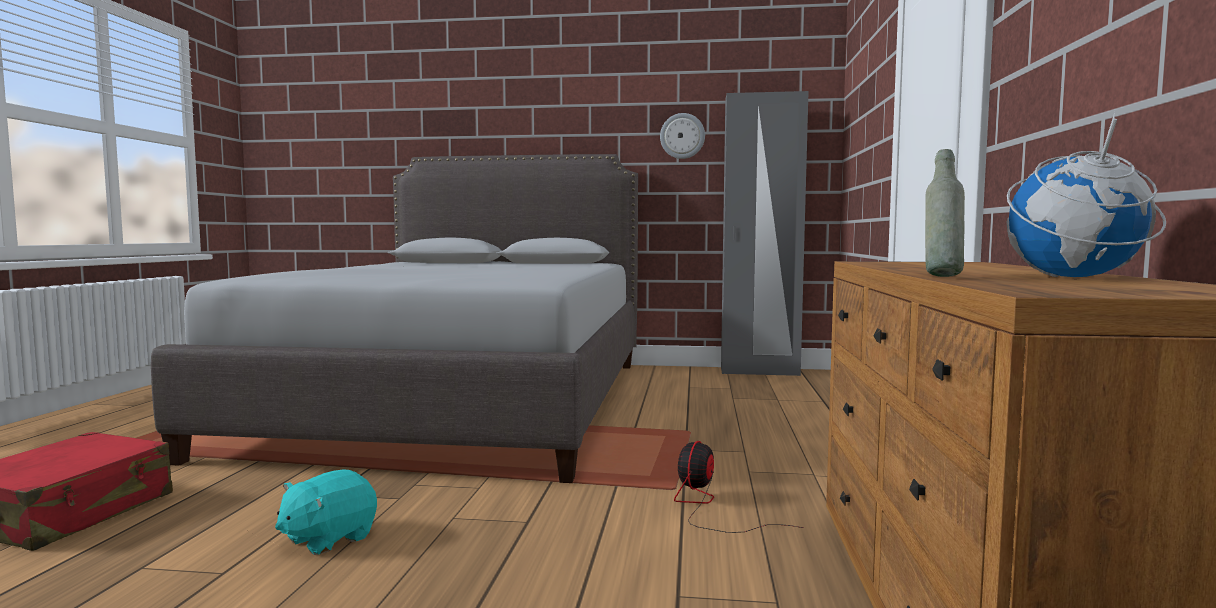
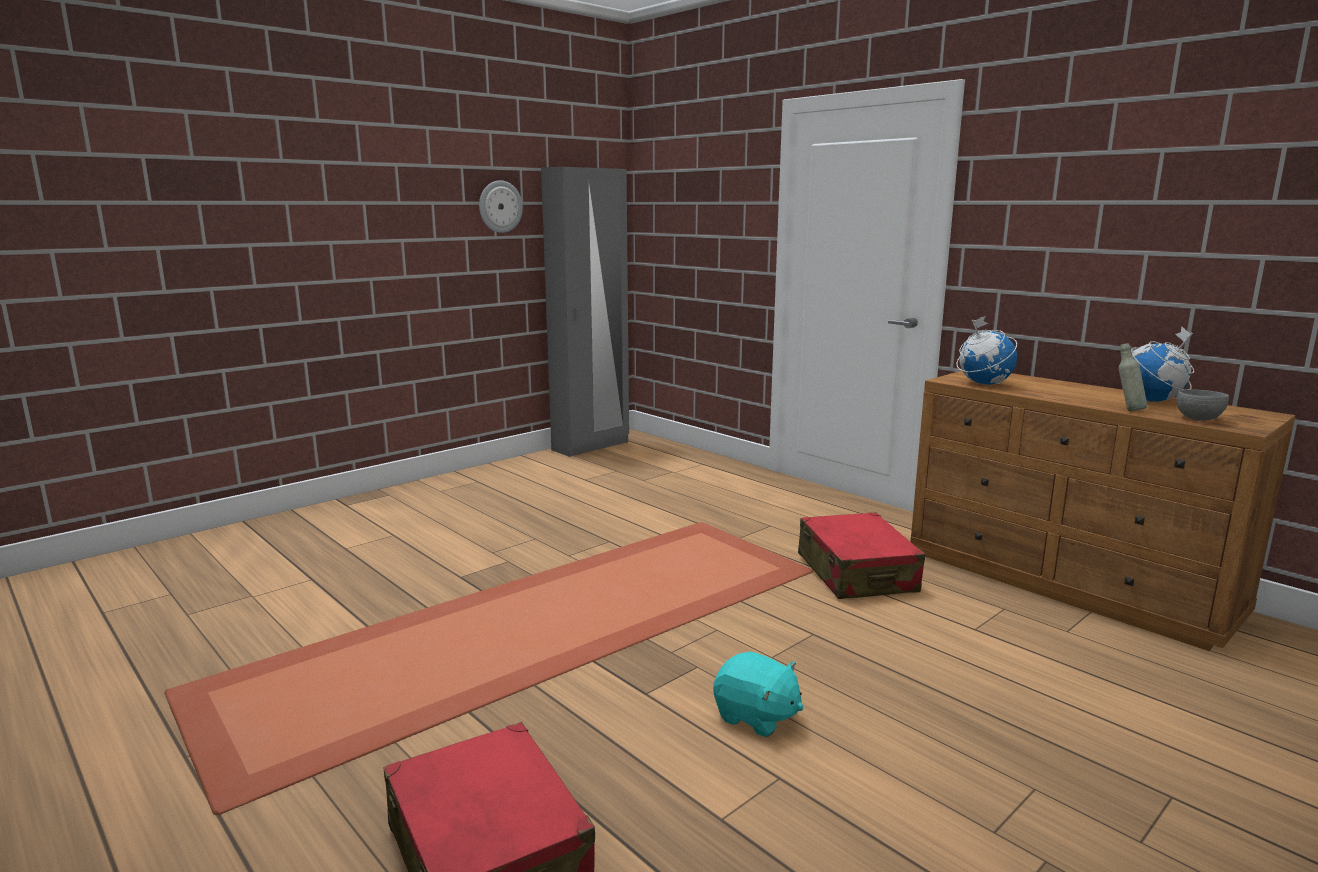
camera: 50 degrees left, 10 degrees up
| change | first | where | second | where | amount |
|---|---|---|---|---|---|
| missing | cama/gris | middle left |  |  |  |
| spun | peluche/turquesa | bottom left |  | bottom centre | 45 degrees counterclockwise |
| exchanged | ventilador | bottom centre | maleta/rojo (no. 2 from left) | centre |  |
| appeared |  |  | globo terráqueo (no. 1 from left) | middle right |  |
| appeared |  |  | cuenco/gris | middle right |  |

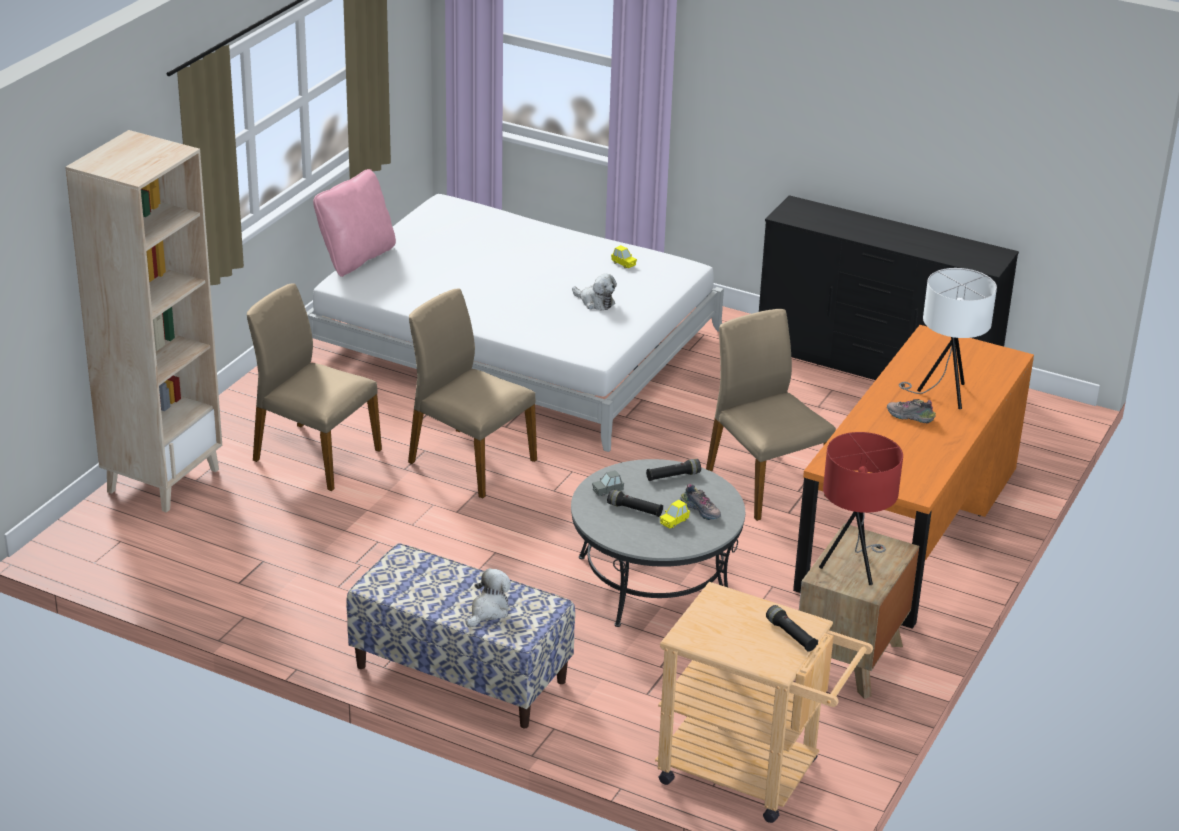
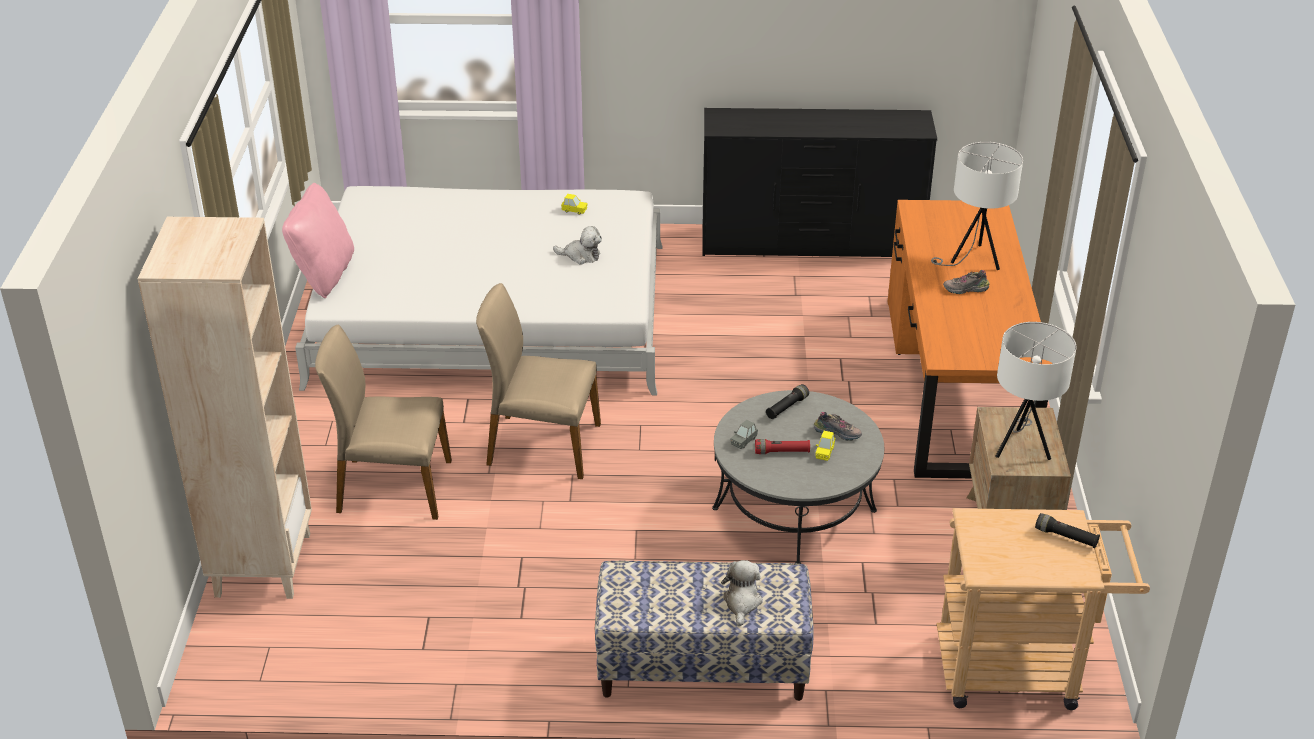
camera: 25 degrees left, 5 degrees up
| change | first | where | second | where | amount |
|---|---|---|---|---|---|
| colour | linterna/negro (no. 1 from left) | centre | linterna/rojo | centre |  |
| missing | silla/beis (no. 3 from left) | centre |  |  |  |
| colour | lámpara de mesa/rojo | middle right | lámpara de mesa/blanco (no. 2 from left) | middle right |  |

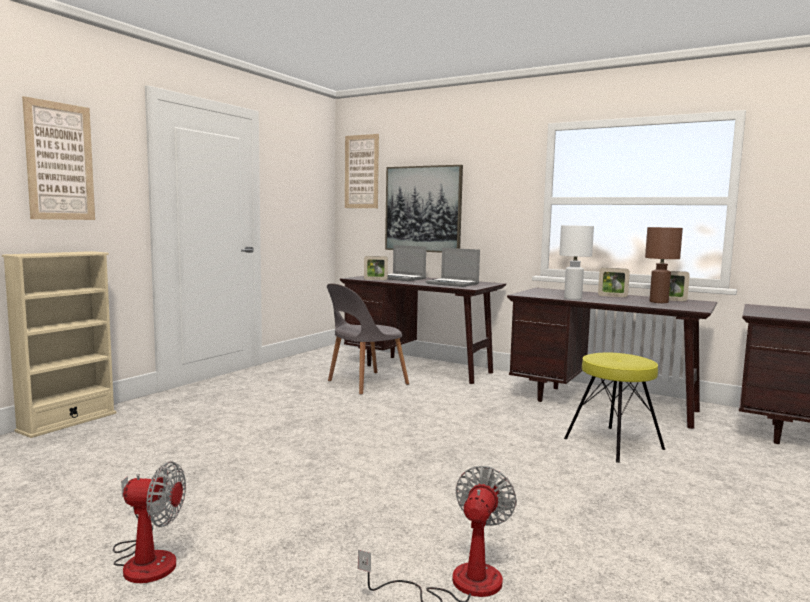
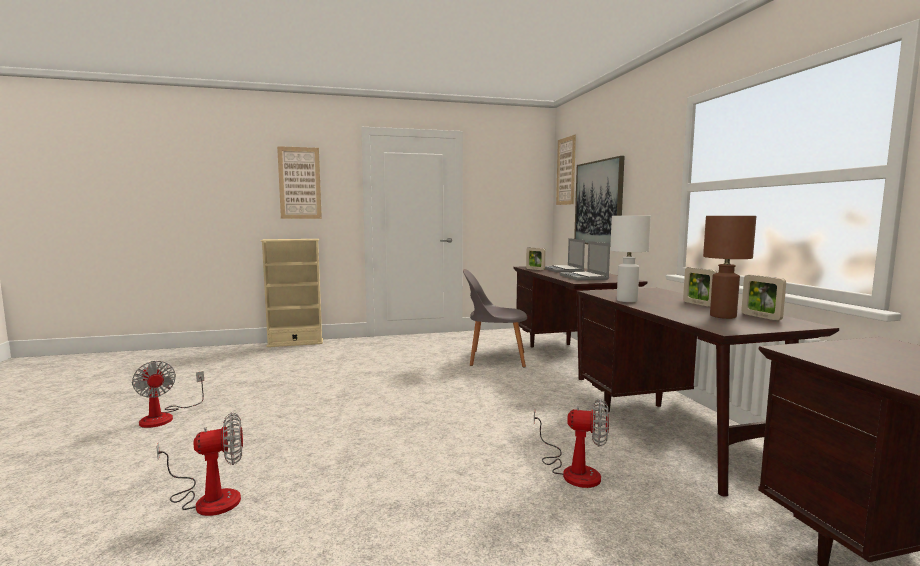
camera: 45 degrees right, 0 degrees up
| change | first | where | second | where | amount |
|---|---|---|---|---|---|
| exchanged | taburete/amarillo | bottom right | ventilador (no. 3 from left) | bottom centre |  |

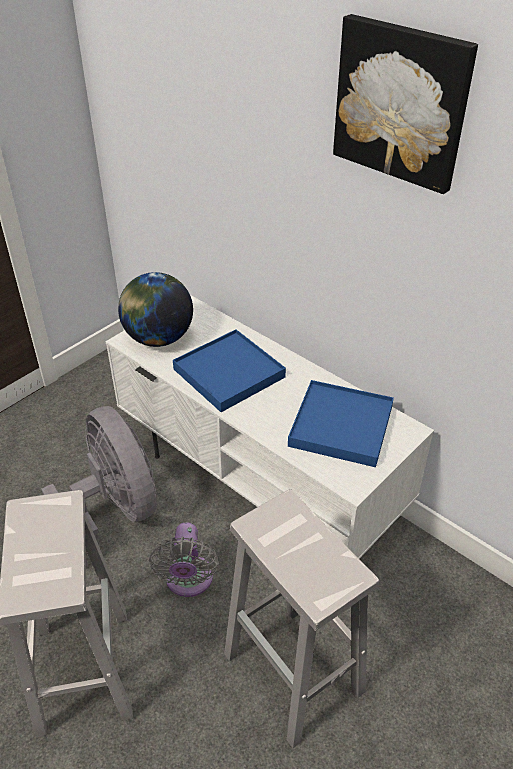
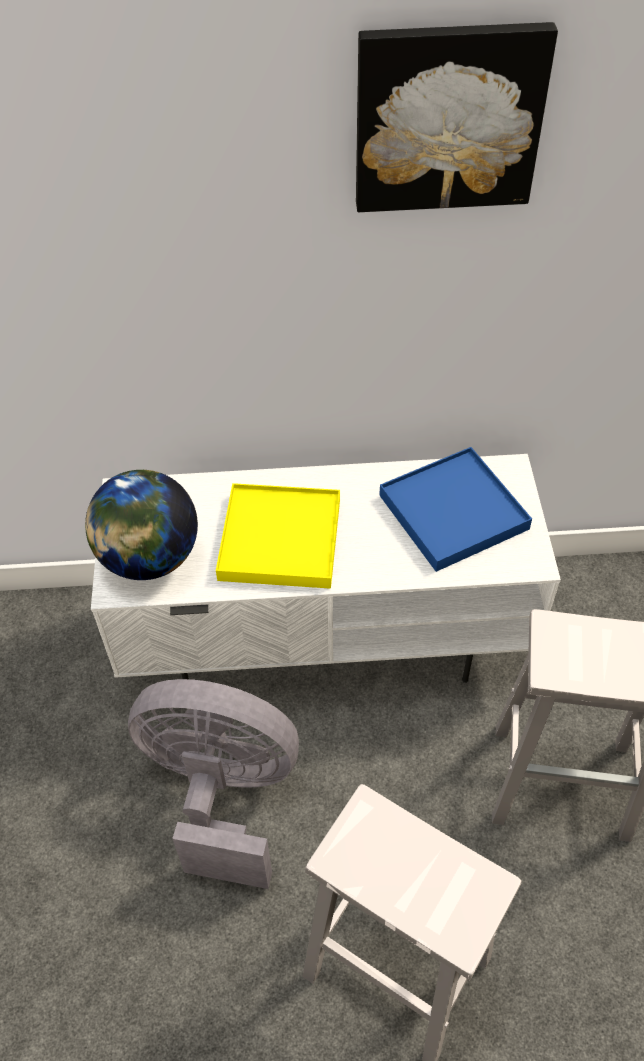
camera: 45 degrees left, 10 degrees up
| change | first | where | second | where | amount |
|---|---|---|---|---|---|
| missing | ventilador/gris (no. 2 from left) | bottom centre |  |  |  |
| colour | bandeja/azul (no. 1 from left) | centre | bandeja/amarillo | centre |  |

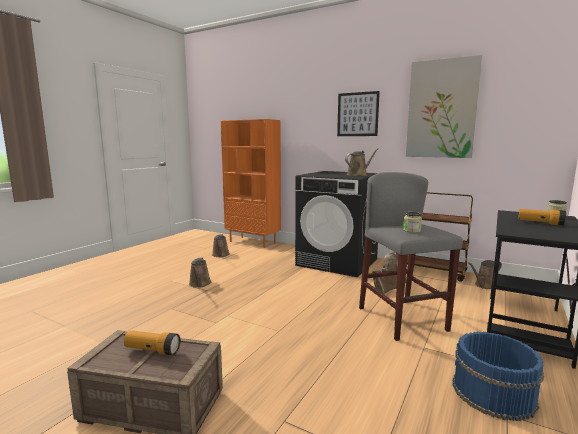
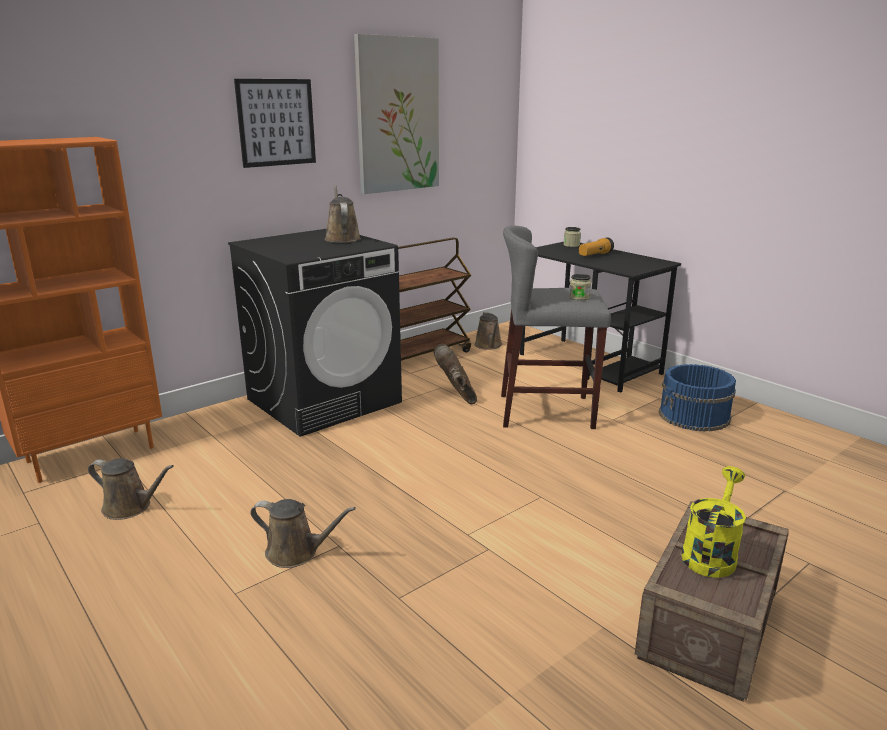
camera: 70 degrees left, 10 degrees up
| change | first | where | second | where | amount |
|---|---|---|---|---|---|
| exchanged | linterna (no. 1 from left) | bottom left | regadera/amarillo | bottom right |  |

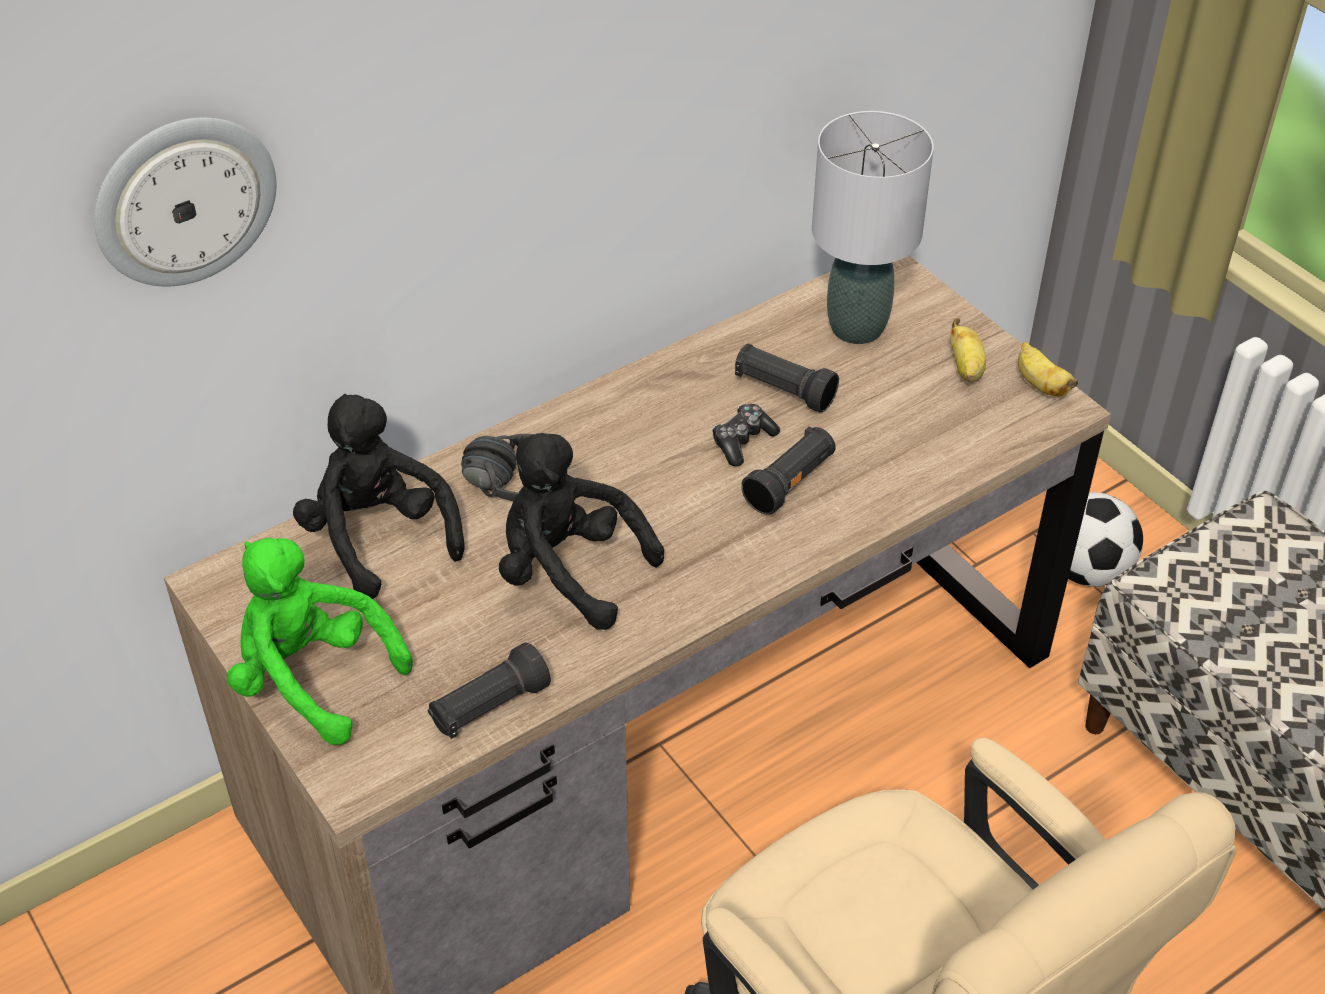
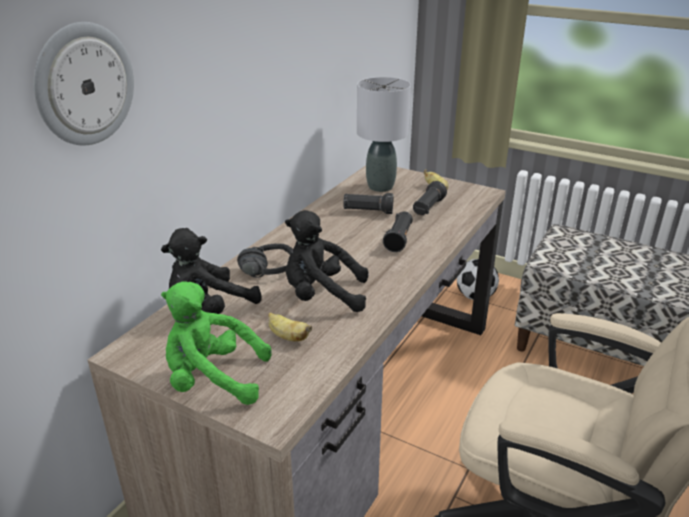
camera: 25 degrees left, 15 degrees down
| change | first | where | second | where | amount |
|---|---|---|---|---|---|
| spun | peluche/negro (no. 1 from left) | middle left |  | middle left | 75 degrees counterclockwise |
| relocated | linterna/negro (no. 1 from left in the first image) | bottom centre | linterna/negro (no. 3 from left) | centre |  |
| missing | mando de consola | centre |  |  |  |
| relocated | plátano (no. 2 from left in the first image) | middle right | plátano (no. 1 from left) | centre |  |

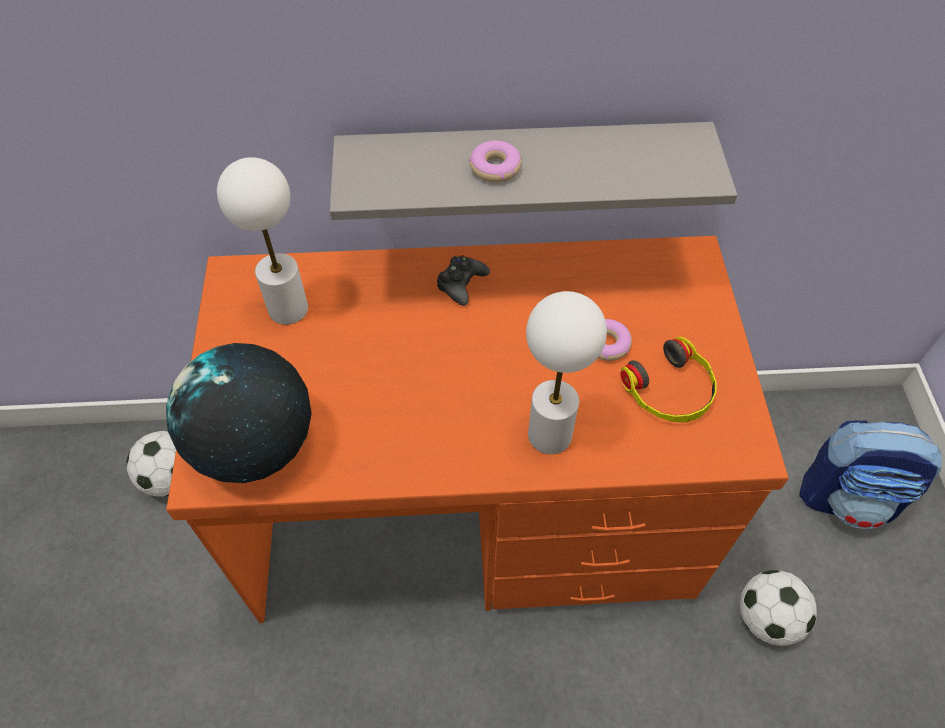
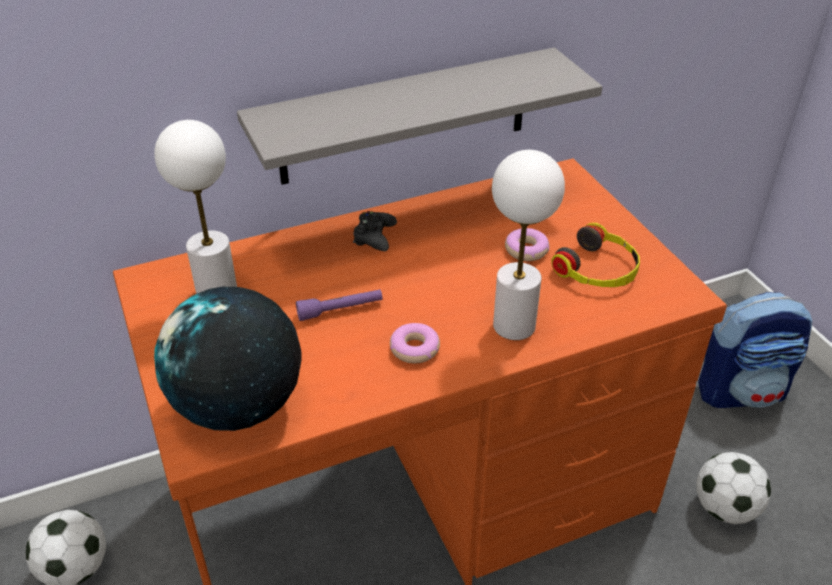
camera: 20 degrees left, 15 degrees down
| change | first | where | second | where | amount |
|---|---|---|---|---|---|
| relocated | rosquilla (no. 1 from left) | top centre |  | centre |  |
| appeared |  |  | linterna/morado | centre |  |

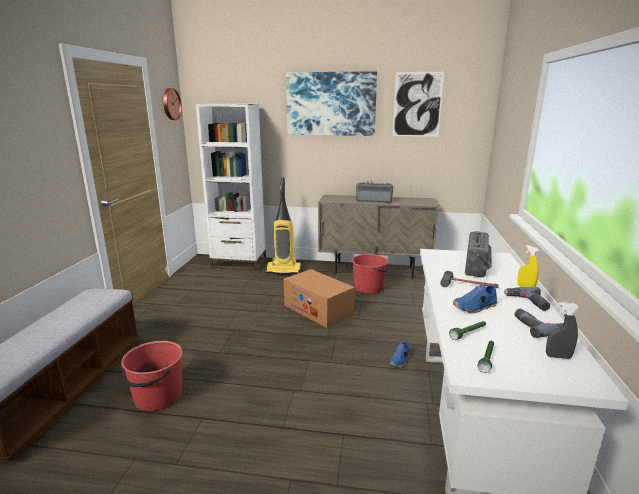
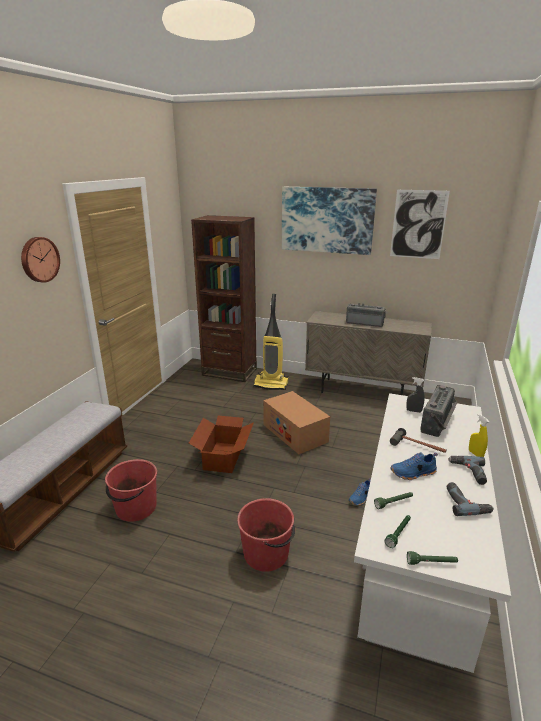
camera: 10 degrees right, 5 degrees up
| change | first | where | second | where | amount |
|---|---|---|---|---|---|
| relocated | reloj de pared | top left |  | middle left |  |
| colour | estantería/blanco | centre | estantería/marrón | centre |  |
| relocated | cubo/rojo (no. 2 from left) | centre |  | bottom centre |  |
| relocated | pulverizador/gris | bottom right |  | middle right |  |
| appeared |  |  | caja de cartón (no. 1 from left) | centre |  |
| appeared |  |  | linterna/verde (no. 3 from left) | bottom right |  |

